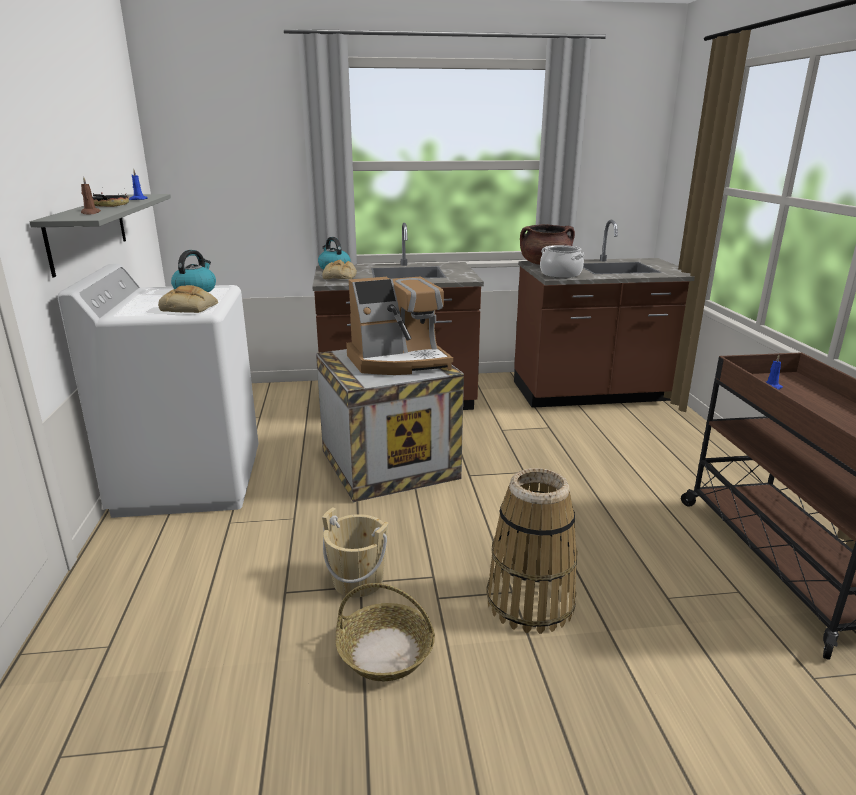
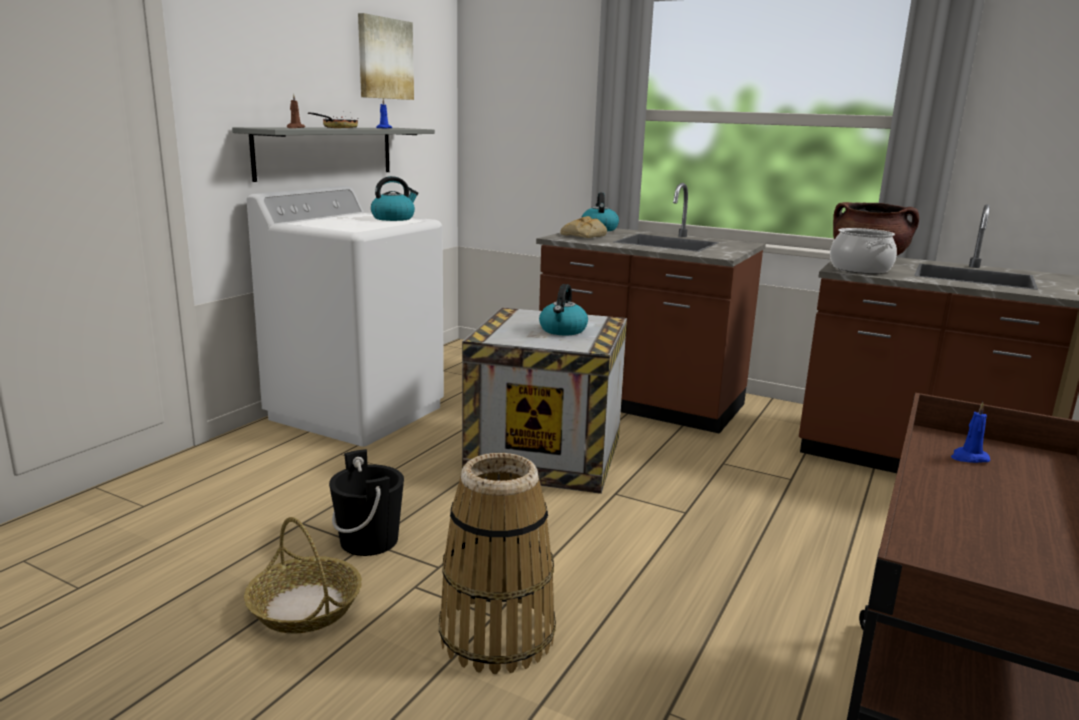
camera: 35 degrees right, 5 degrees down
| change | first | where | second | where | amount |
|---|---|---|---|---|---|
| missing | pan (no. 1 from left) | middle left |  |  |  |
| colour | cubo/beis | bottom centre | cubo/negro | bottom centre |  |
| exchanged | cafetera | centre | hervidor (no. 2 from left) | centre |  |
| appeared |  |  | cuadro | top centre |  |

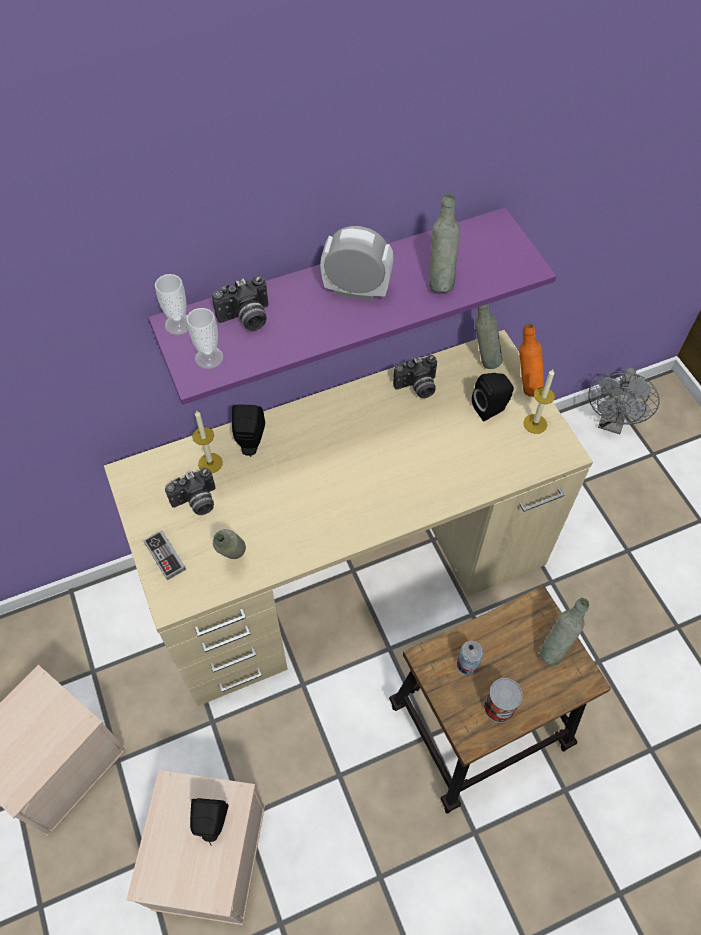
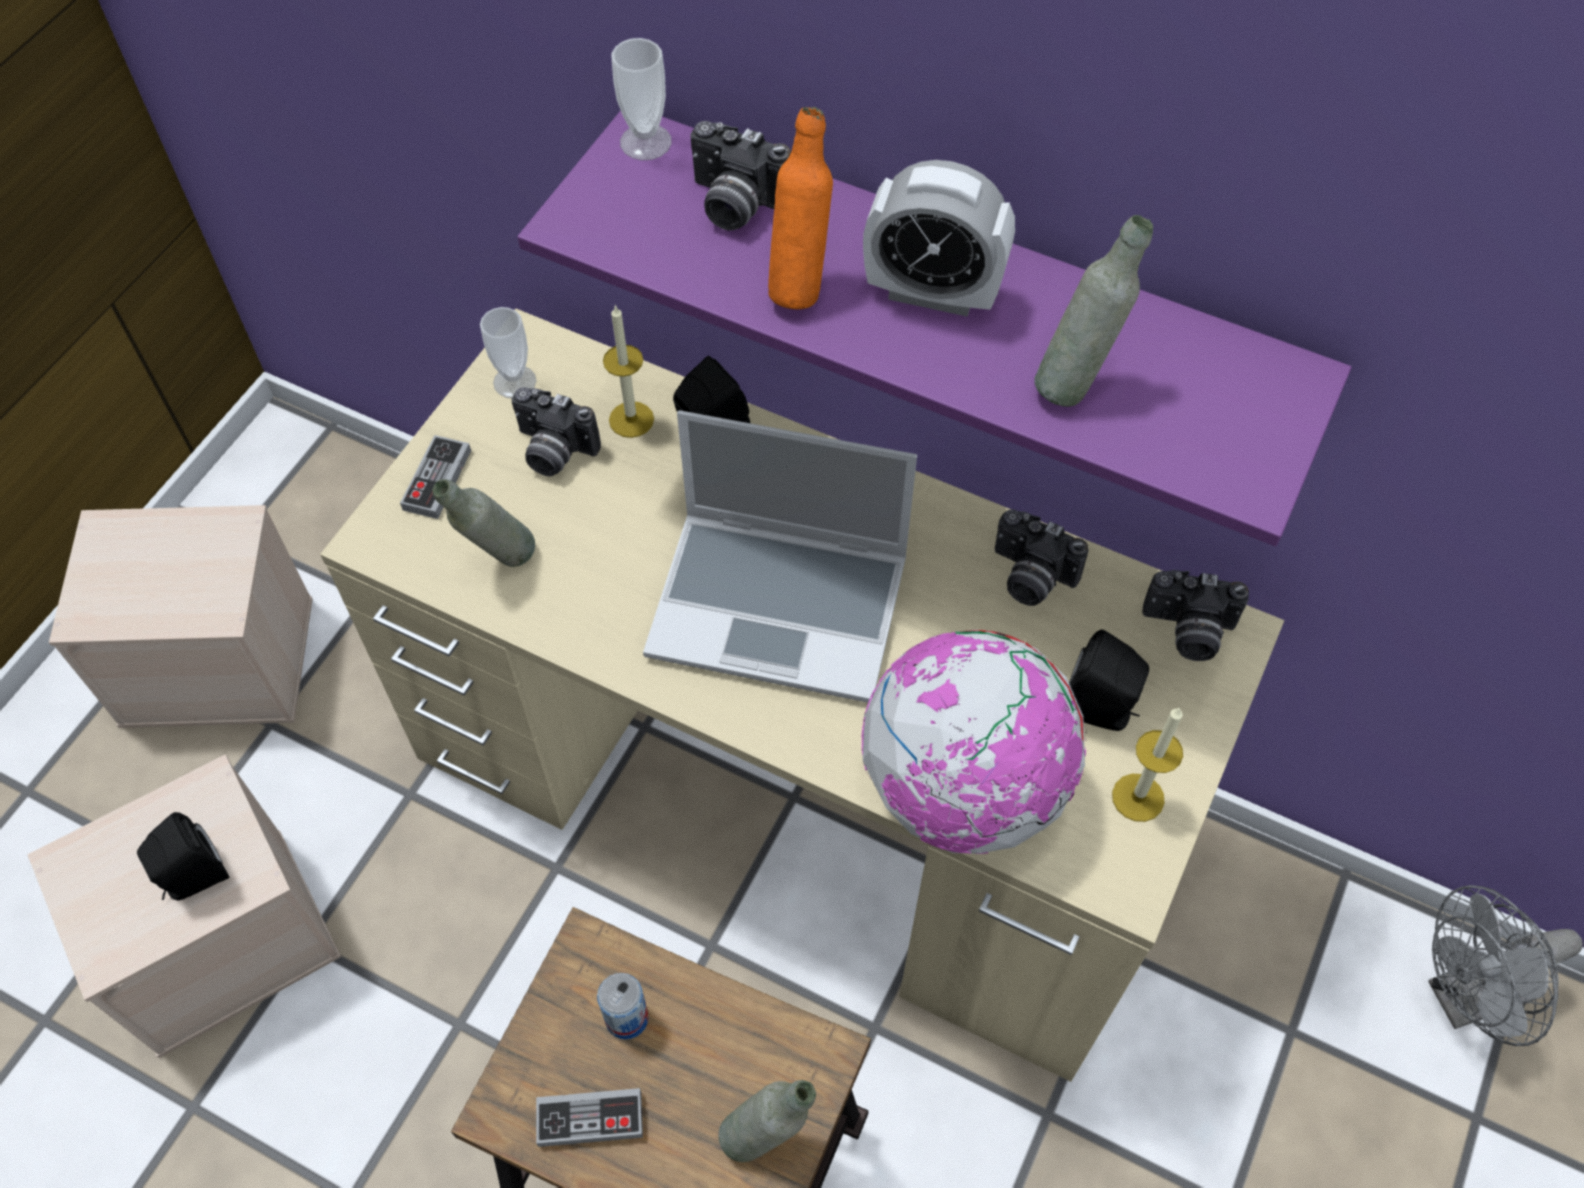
camera: 50 degrees right, 0 degrees up
| change | first | where | second | where | amount |
|---|---|---|---|---|---|
| relocated | taza (no. 2 from left in the first image) | middle left | taza (no. 1 from left) | top left |  |
| spun | despertador | top centre |  | top centre | 135 degrees clockwise |
| exchanged | botella/gris (no. 3 from left) | middle right | cámara (no. 4 from left) | middle right |  |
| exchanged | lata (no. 2 from left) | bottom right | mando de consola (no. 2 from left) | bottom centre |  |
| relocated | botella/naranja | middle right |  | top centre |  |
| appeared |  |  | portátil | centre |  |
| appeared |  |  | globo terráqueo | centre |  |

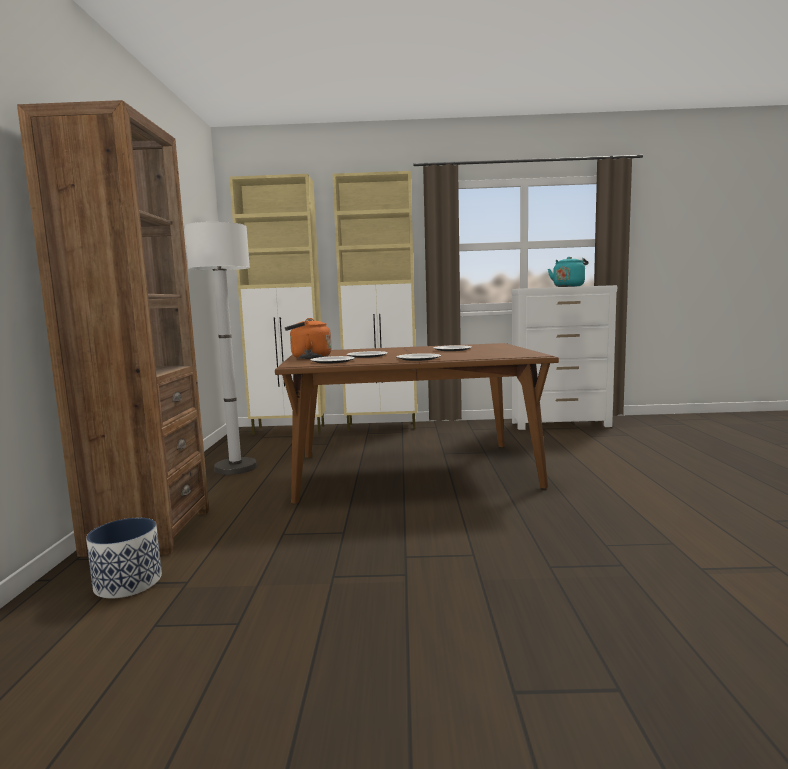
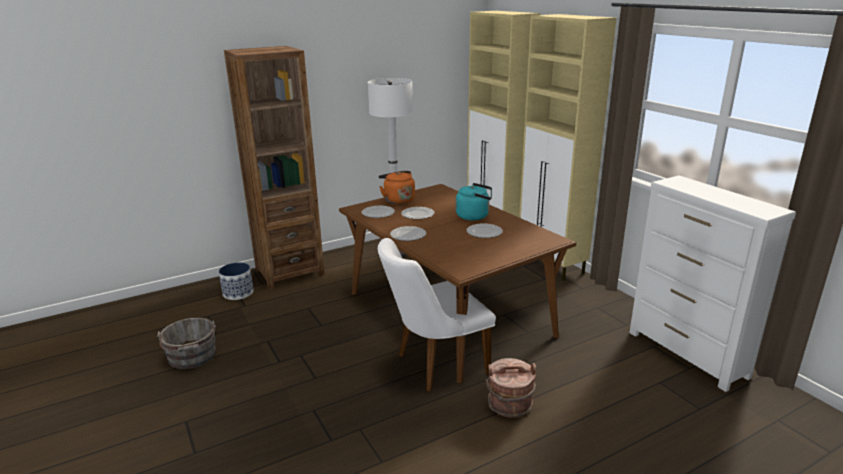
camera: 60 degrees right, 15 degrees up
| change | first | where | second | where | amount |
|---|---|---|---|---|---|
| relocated | hervidor/turquesa | middle right |  | centre |  |
| appeared |  |  | cubo/gris | bottom left |  |
| appeared |  |  | silla/blanco | centre |  |
| appeared |  |  | cubo/marrón | bottom centre |  |

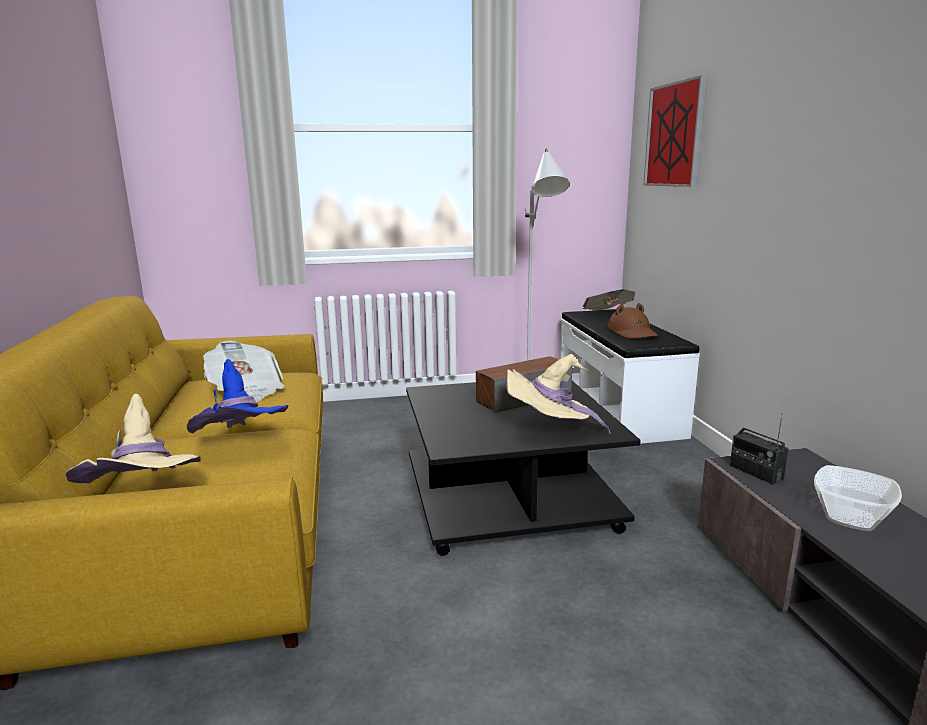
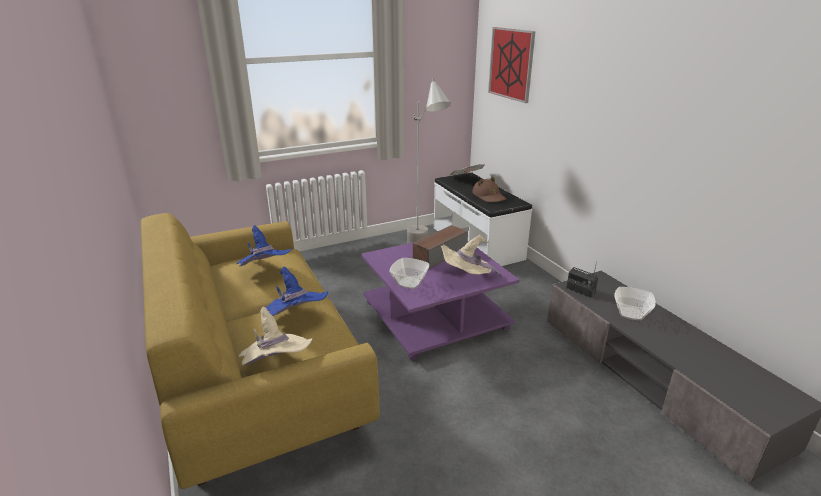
camera: 15 degrees left, 10 degrees up
| change | first | where | second | where | amount |
|---|---|---|---|---|---|
| exchanged | periódico (no. 1 from left) | middle left | sombrero/azul (no. 1 from left) | middle left |  |
| colour | mesa de centro/negro | centre | mesa de centro/morado | centre |  |
| appeared |  |  | cuenco (no. 1 from left) | centre |  |

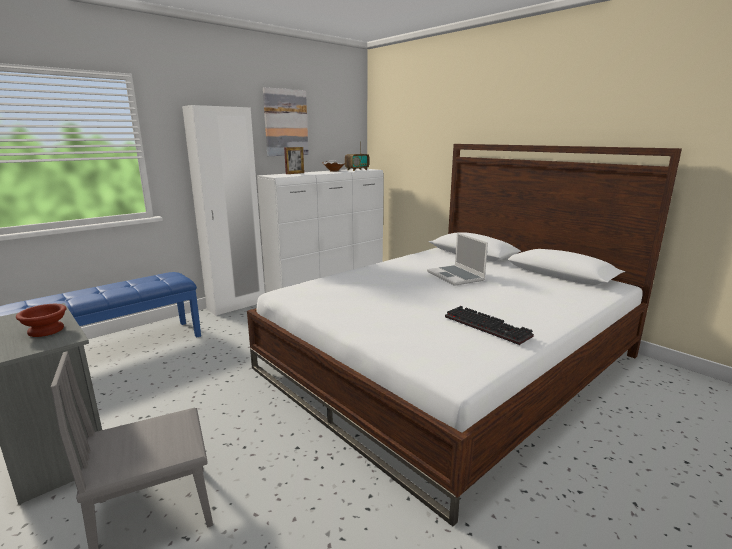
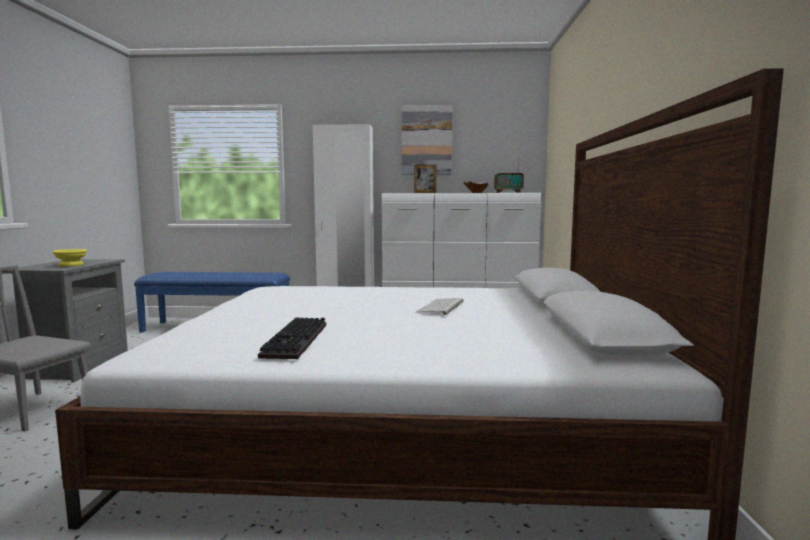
camera: 45 degrees right, 10 degrees down
| change | first | where | second | where | amount |
|---|---|---|---|---|---|
| colour | cuenco/marrón | middle left | cuenco/amarillo | middle left |  |
| exchanged | portátil | centre | teclado (no. 2 from left) | centre |  |

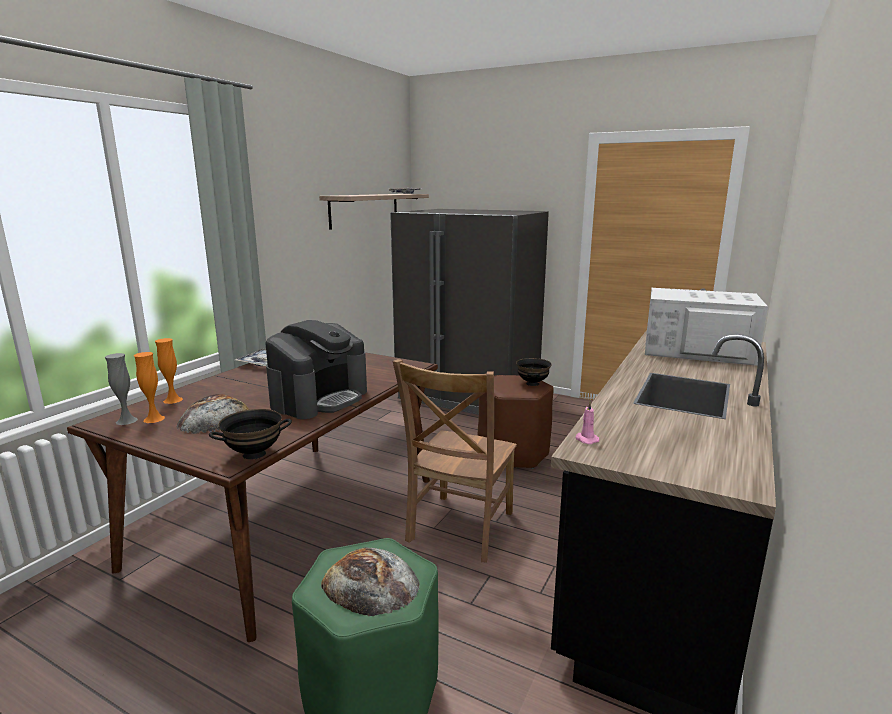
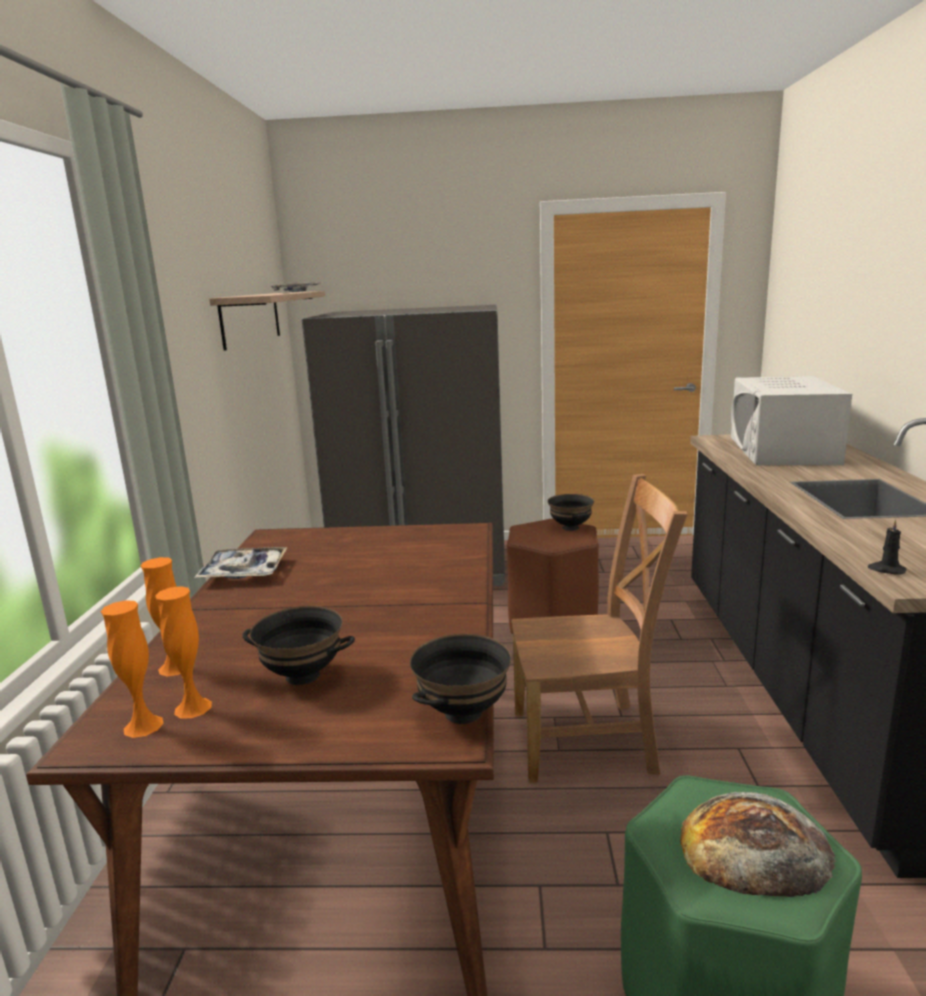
camera: 25 degrees left, 0 degrees up
| change | first | where | second | where | amount |
|---|---|---|---|---|---|
| colour | florero/gris | middle left | florero/naranja (no. 1 from left) | bottom left |  |
| exchanged | pan (no. 1 from left) | middle left | cuenco/negro (no. 1 from left) | middle left |  |
| missing | cafetera | centre |  |  |  |
| spun | silla/marrón | centre |  | centre | 90 degrees counterclockwise |
| colour | vela/rosa | centre | vela/negro | middle right |  |
| spun | microondas/blanco | middle right |  | middle right | 75 degrees counterclockwise |

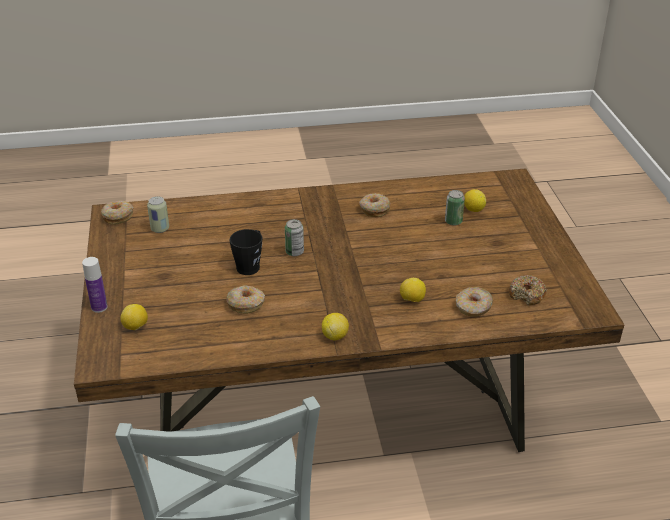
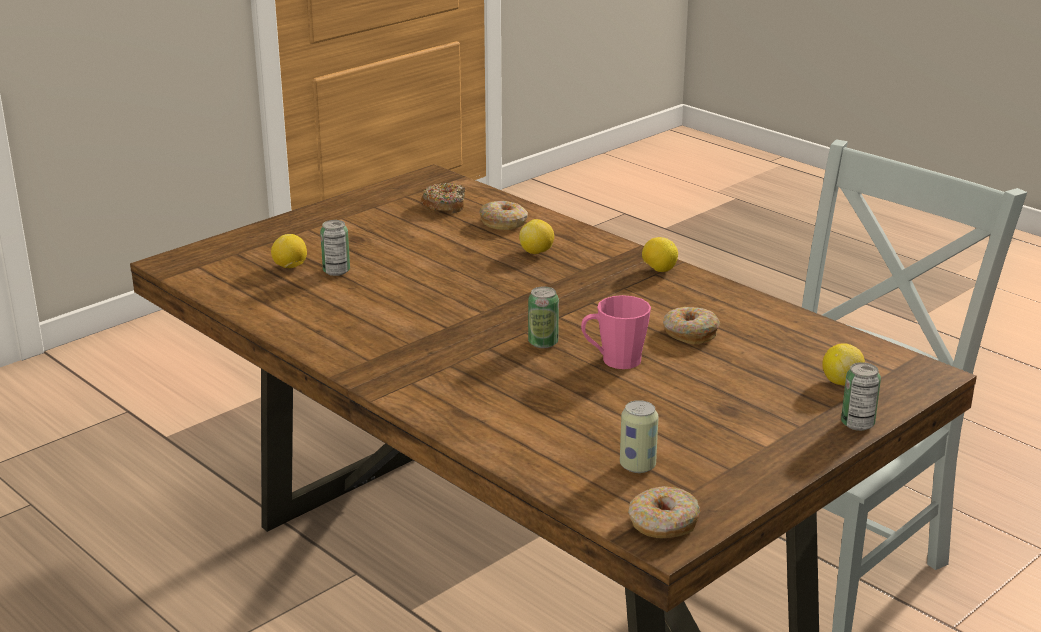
camera: 125 degrees left, 10 degrees down
| change | first | where | second | where | amount |
|---|---|---|---|---|---|
| exchanged | botella | middle left | lata (no. 4 from left) | middle right |  |
| colour | taza grande/negro | centre | taza grande/rosa | centre |  |
| missing | rosquilla (no. 3 from left) | centre |  |  |  |

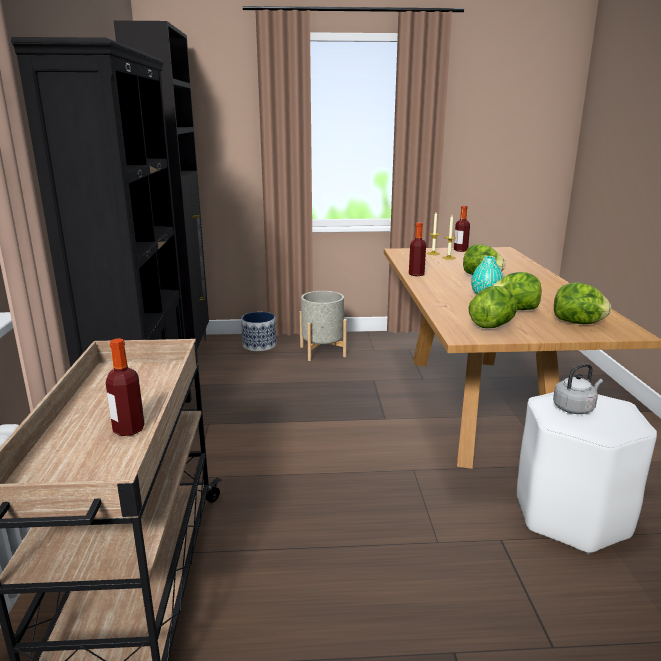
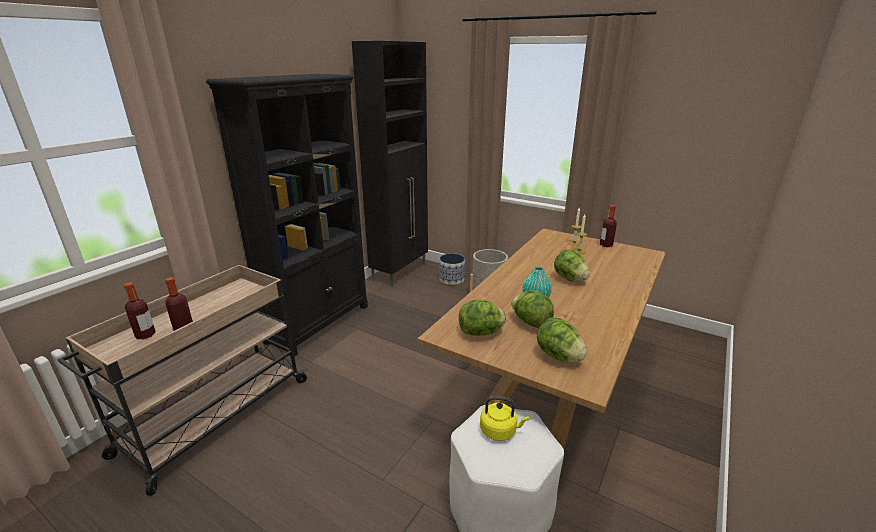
camera: 35 degrees right, 5 degrees up
| change | first | where | second | where | amount |
|---|---|---|---|---|---|
| relocated | botella (no. 2 from left in the first image) | centre | botella (no. 1 from left) | middle left |  |
| colour | hervidor/gris | middle right | hervidor/amarillo | bottom centre |  |

